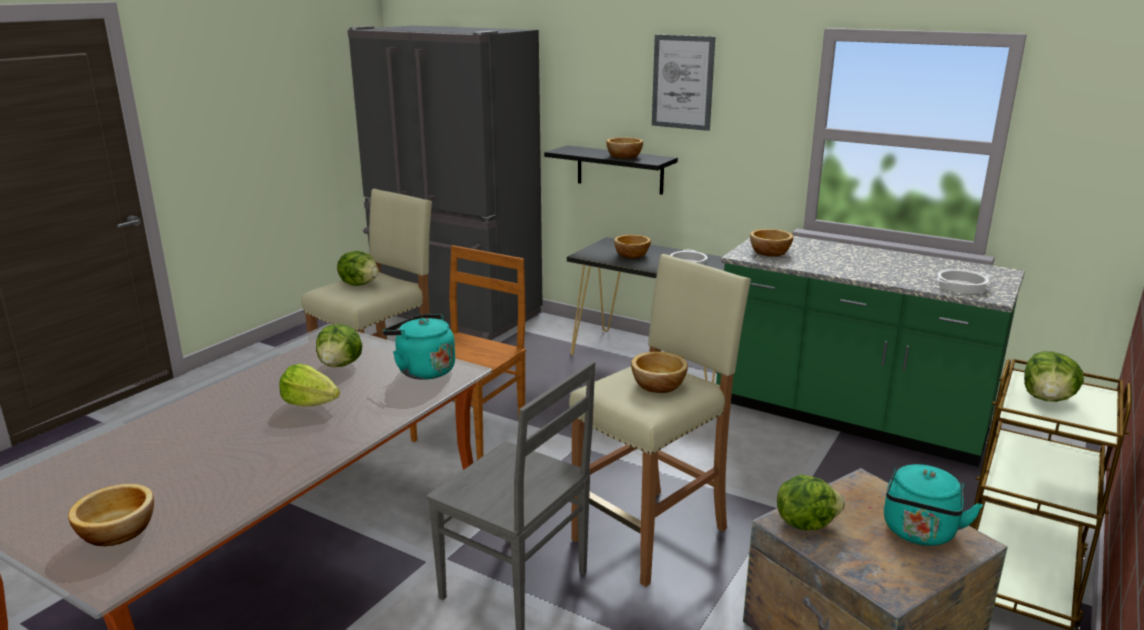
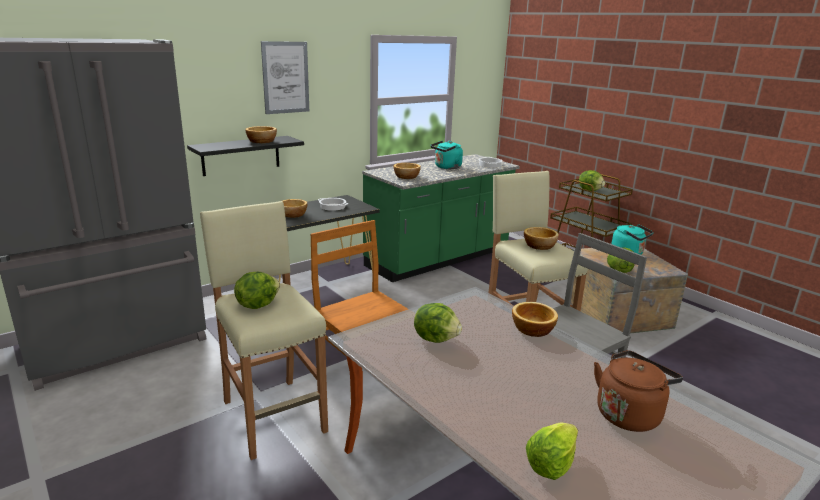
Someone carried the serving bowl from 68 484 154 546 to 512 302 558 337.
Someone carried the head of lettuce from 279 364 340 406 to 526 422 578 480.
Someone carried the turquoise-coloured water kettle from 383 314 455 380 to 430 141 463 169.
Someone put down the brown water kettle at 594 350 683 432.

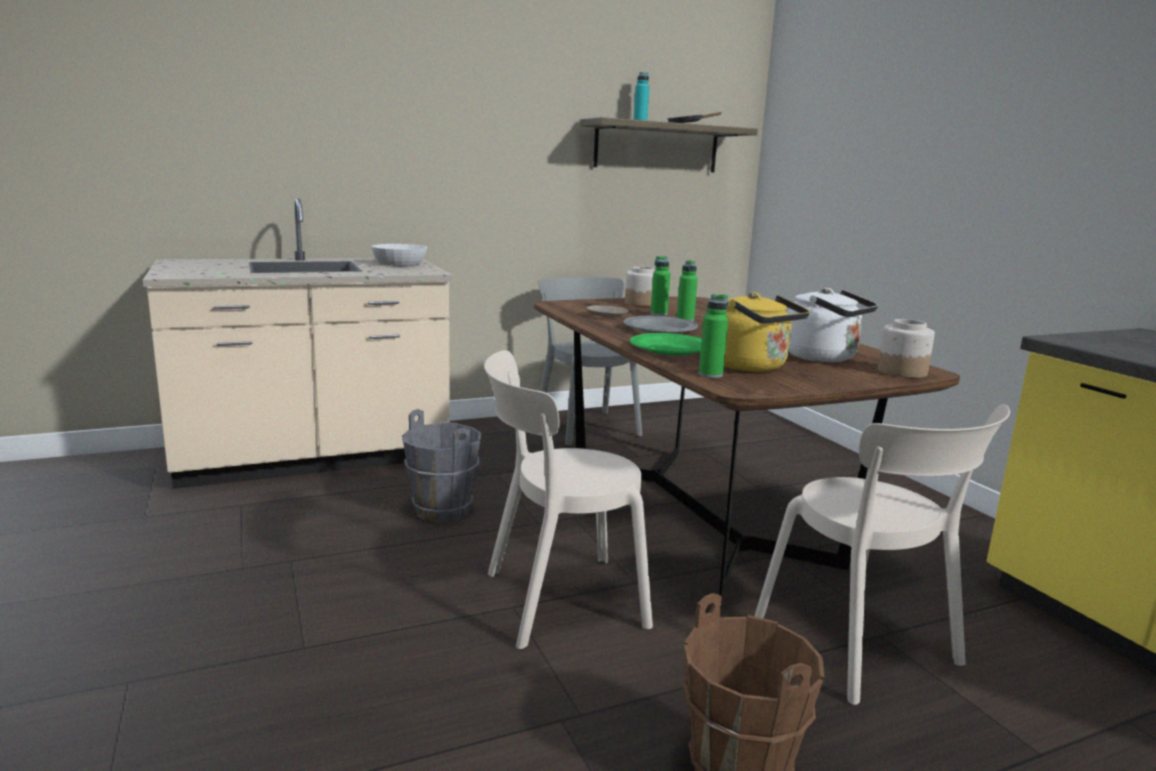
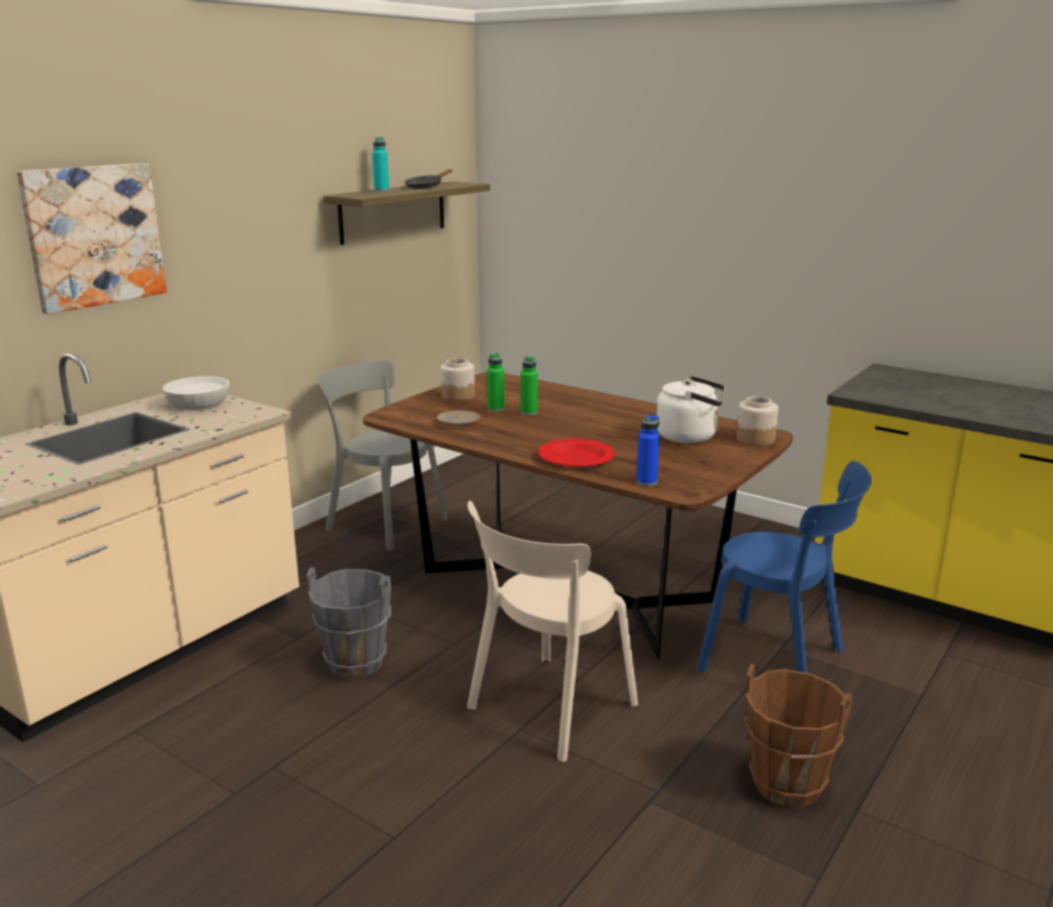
Someone took away the grey flat dish at 623 316 698 334.
Someone repainted the greenish flat dish at 630 333 702 355, which became the red flat dish at 538 438 615 467.
Someone repainted the greenish drink bottle at 699 294 729 378, which became the bluish drink bottle at 636 415 660 486.
Someone took away the yellow water kettle at 724 292 810 372.
Someone repainted the beige chair at 754 404 1010 705, which became the bluish chair at 697 461 871 673.
Someone put up the wall picture at 17 163 167 314.

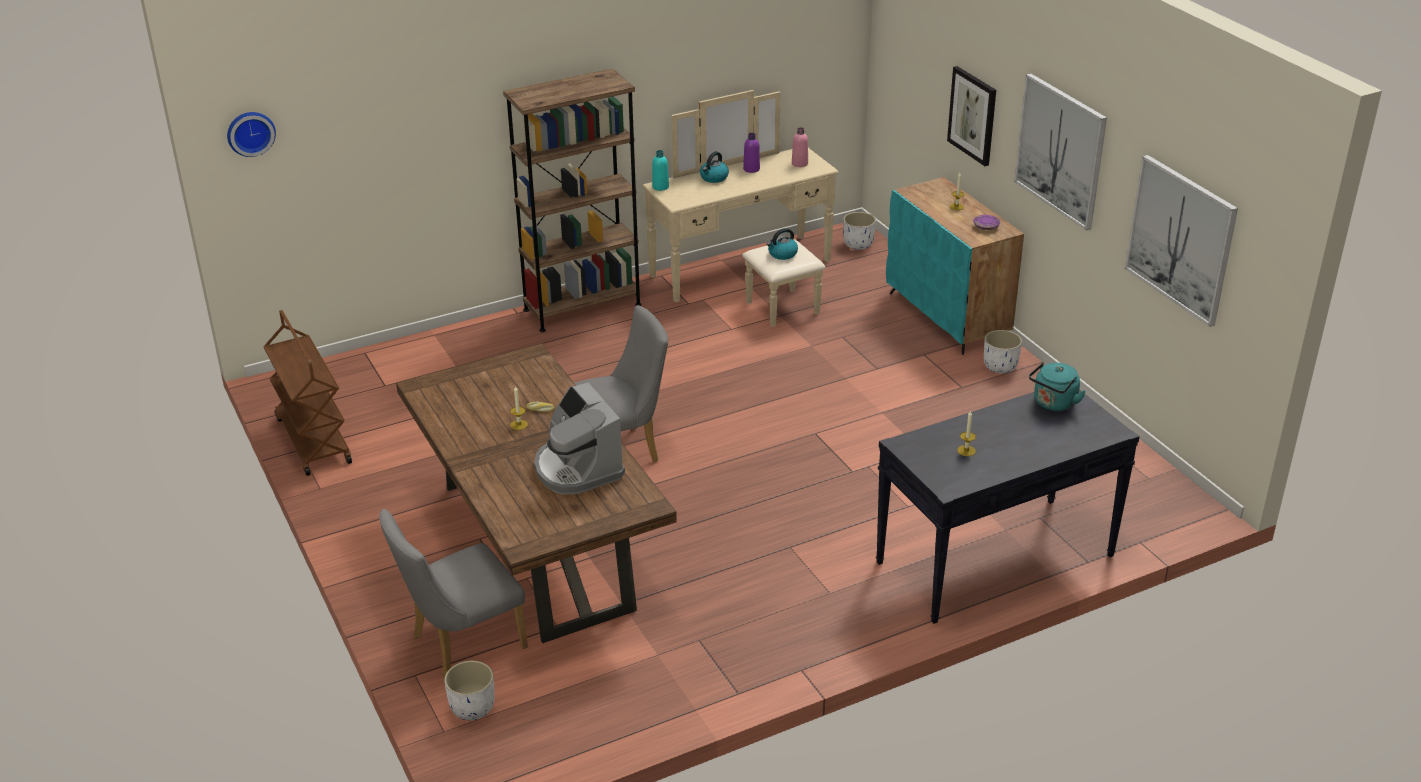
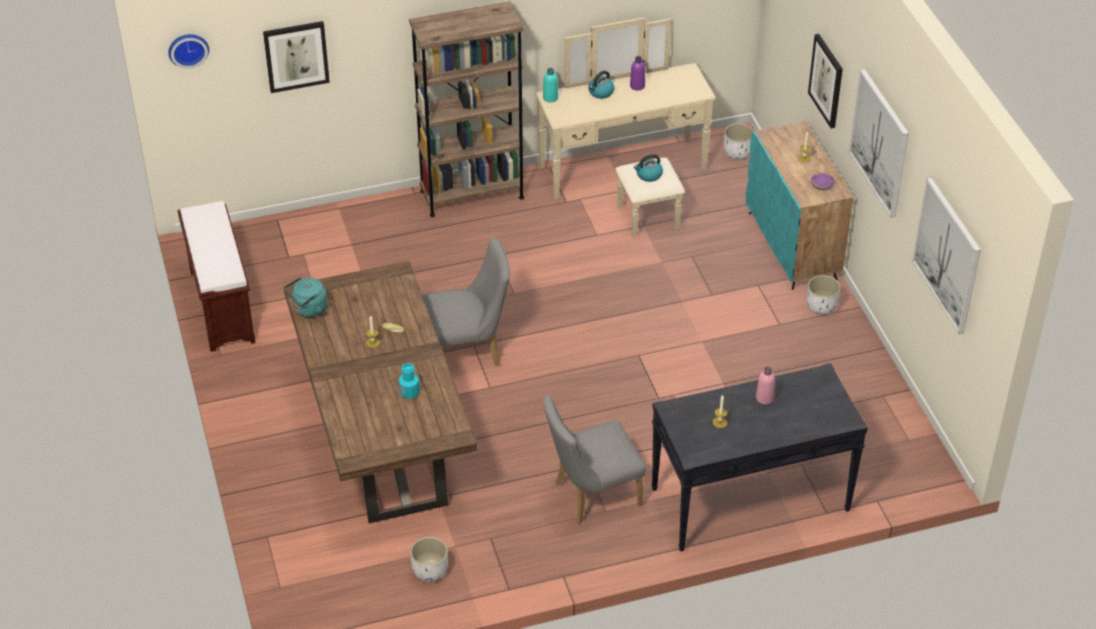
Someone swapped the brown wheeled cart at 263 310 352 476 for the brown bench at 178 201 255 352.
Someone carried the grey chair from 379 509 528 678 to 544 395 646 524.
Someone carried the white flower pot from 444 661 495 720 to 410 537 448 582.
Someone swapped the coffee brewer at 534 383 625 495 for the turquoise-coloured drink bottle at 399 363 420 398.
Someone carried the pink-coloured drink bottle from 792 127 808 167 to 756 366 775 405.
Someone carried the turquoise-coloured water kettle from 1029 362 1086 411 to 284 277 327 317.
Someone put up the wall picture at 263 21 330 93.

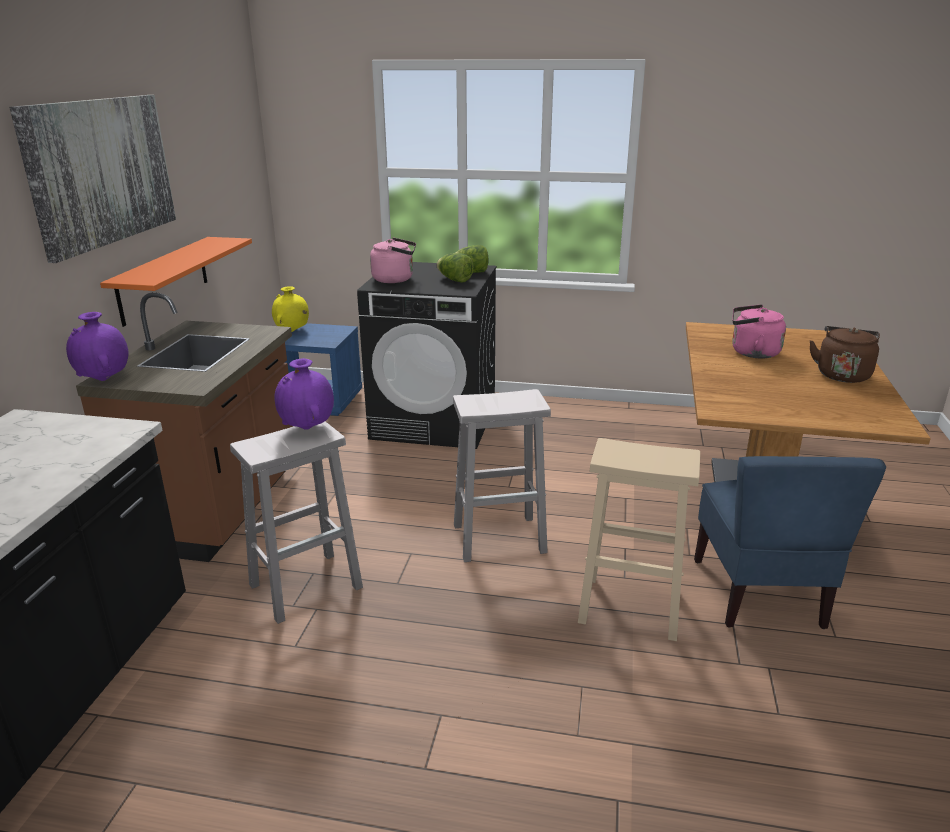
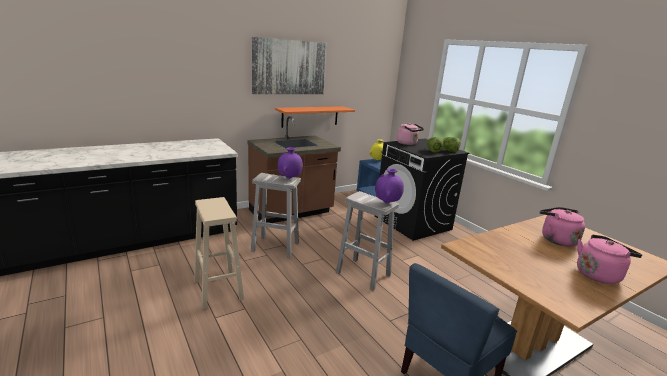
Someone carried the purple-coloured flower vase from 66 312 128 381 to 375 168 404 203.
Someone carried the beige stool from 578 438 700 641 to 194 197 244 309.
Someone repainted the brown water kettle at 810 326 880 383, which became the pink-coloured water kettle at 577 235 642 284.

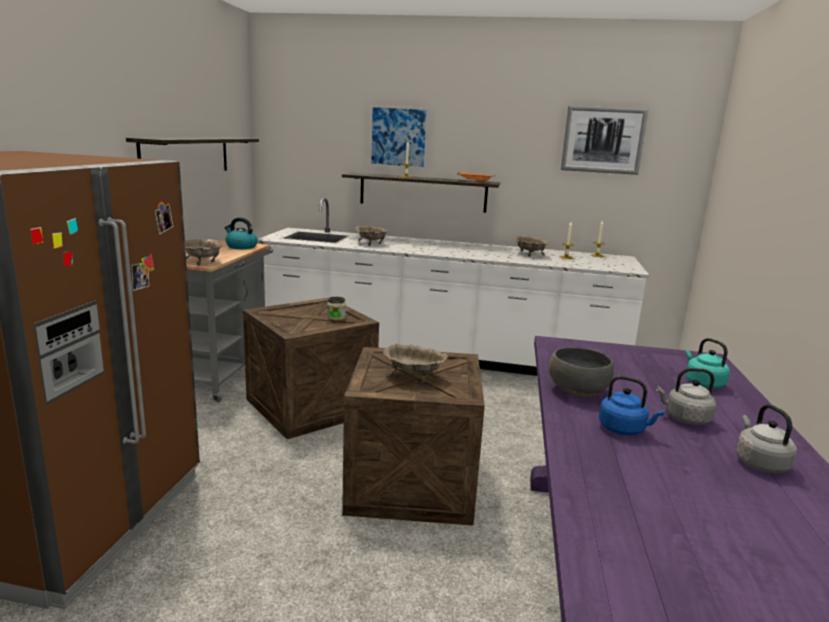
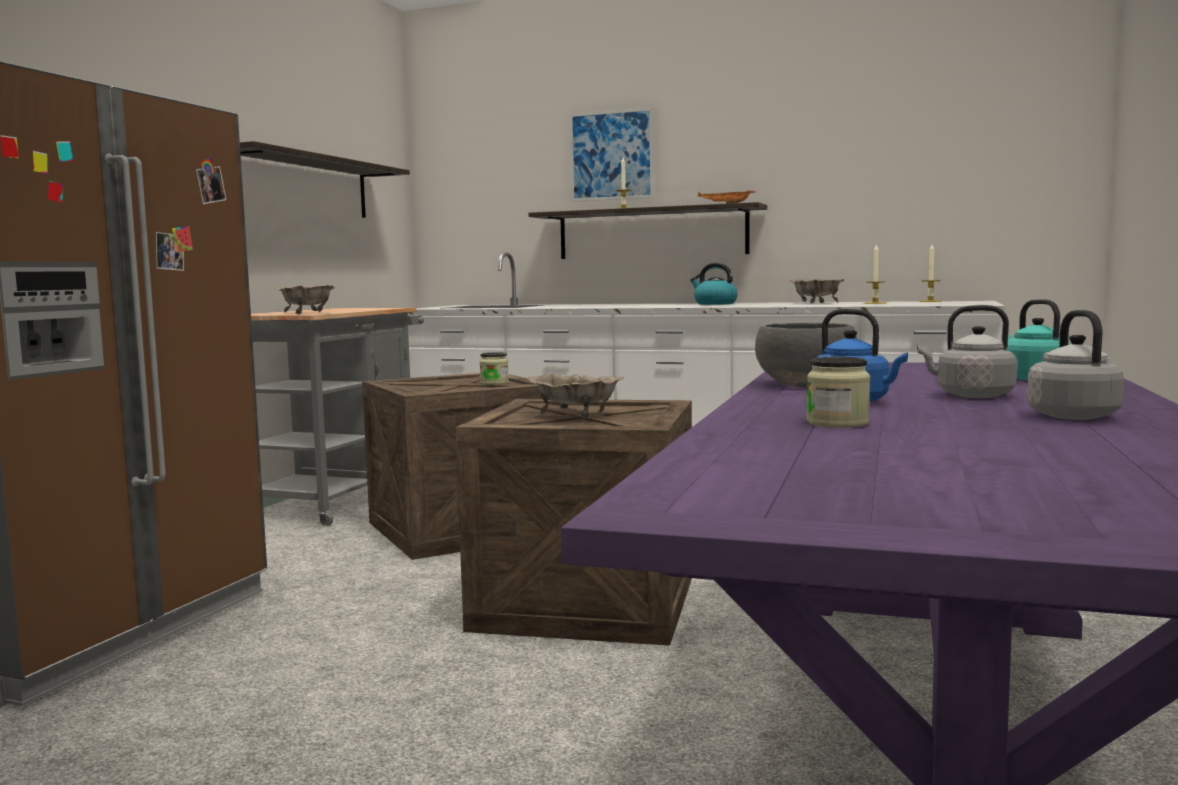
Someone carried the water kettle from 225 217 258 249 to 690 263 738 305.
Someone took away the beige serving bowl at 356 226 389 246.
Someone took away the wall picture at 561 106 648 175.
Someone put down the preserve jar at 807 357 870 428.

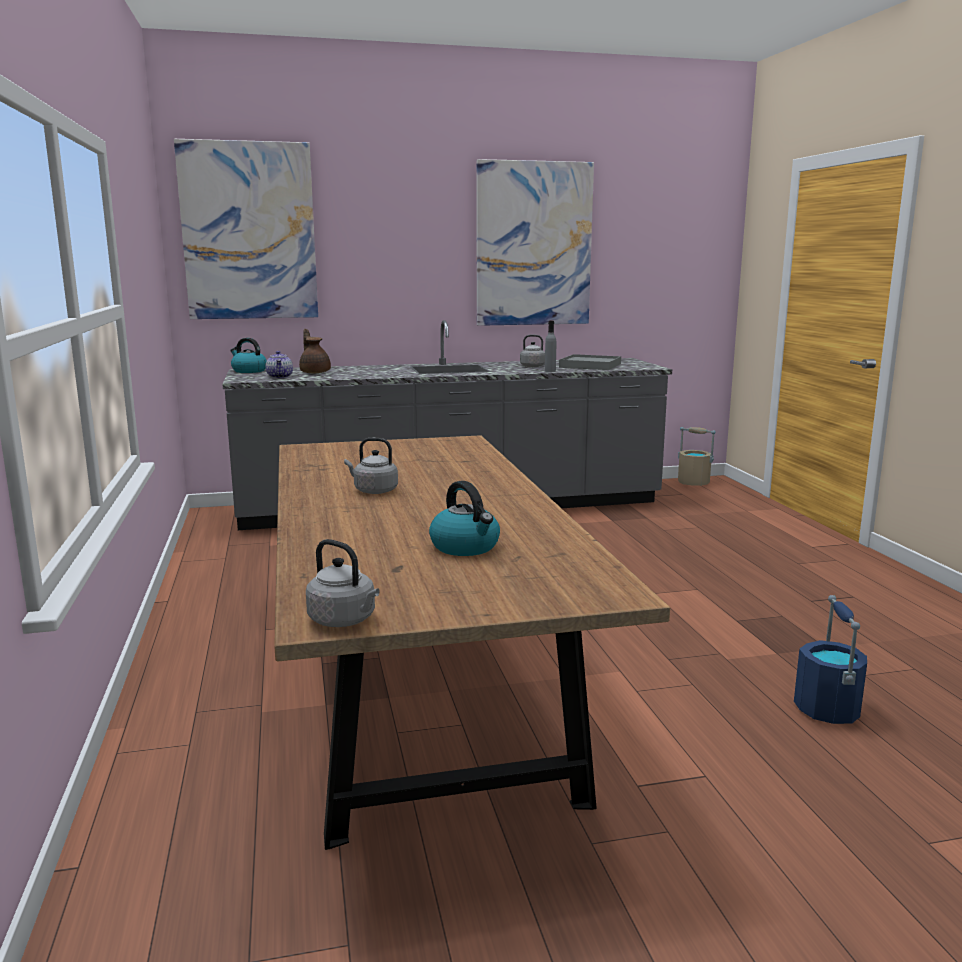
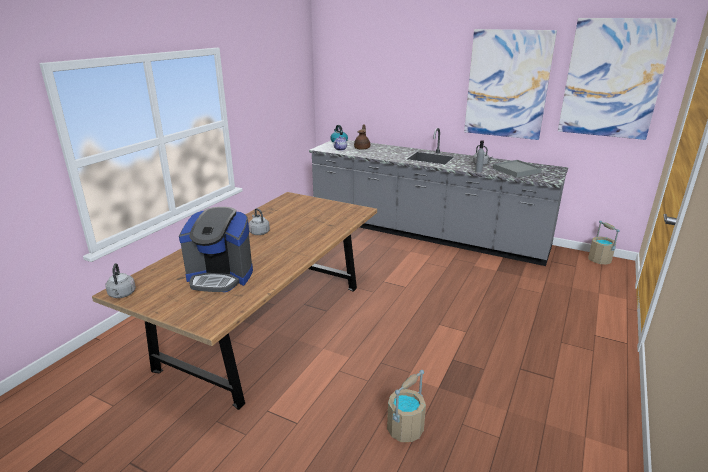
Someone carried the wall picture from 174 139 318 319 to 558 18 677 140.
Someone swapped the water kettle at 429 481 500 556 for the coffee brewer at 179 207 253 292.
Someone repainted the bluish water bucket at 794 595 867 724, which became the beige water bucket at 387 370 426 442.

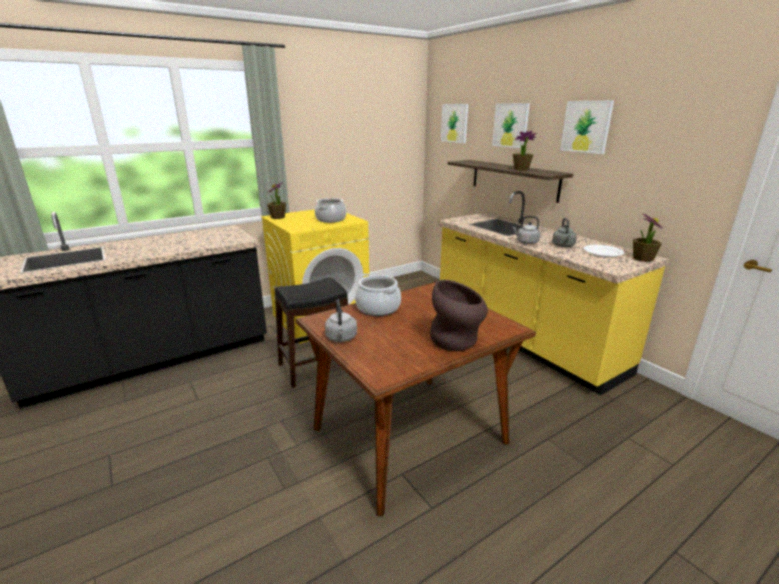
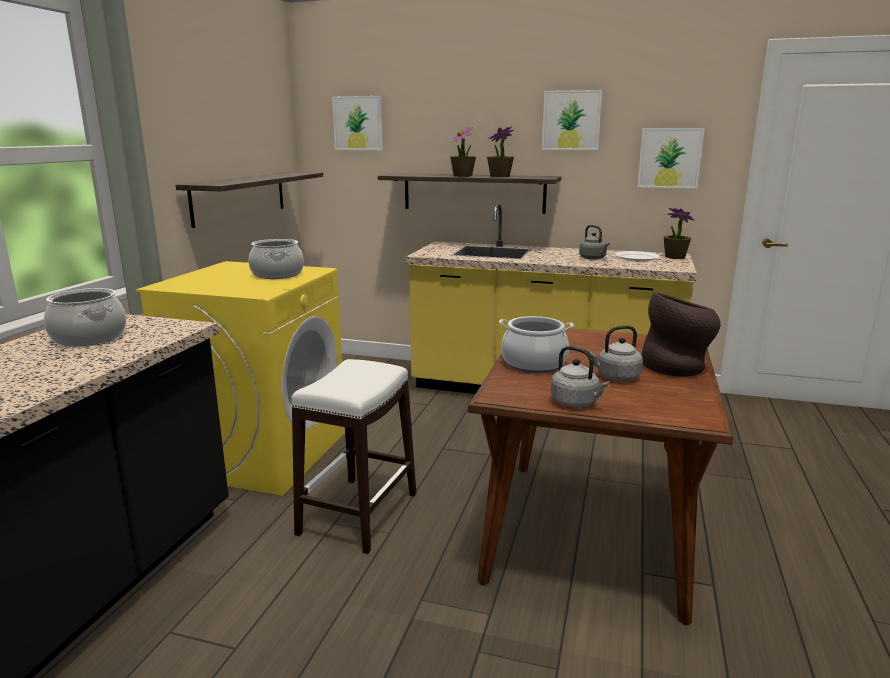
Someone carried the plant in a pot from 267 182 286 219 to 450 127 476 177.
Someone repainted the black-coloured stool at 274 277 348 388, which became the white stool at 291 359 417 554.
Someone carried the wall picture from 492 103 530 148 to 637 128 705 189.
Someone carried the grey water kettle from 512 216 540 244 to 588 325 643 381.
Someone put down the saucepot at 44 288 126 346.
Someone put up the wall shelf at 176 172 323 228.

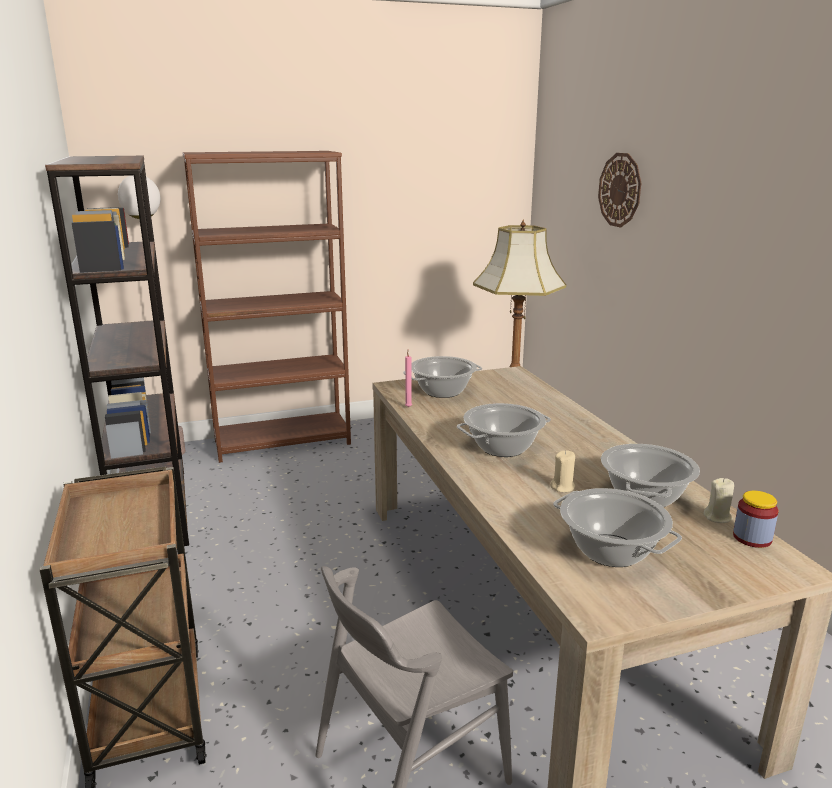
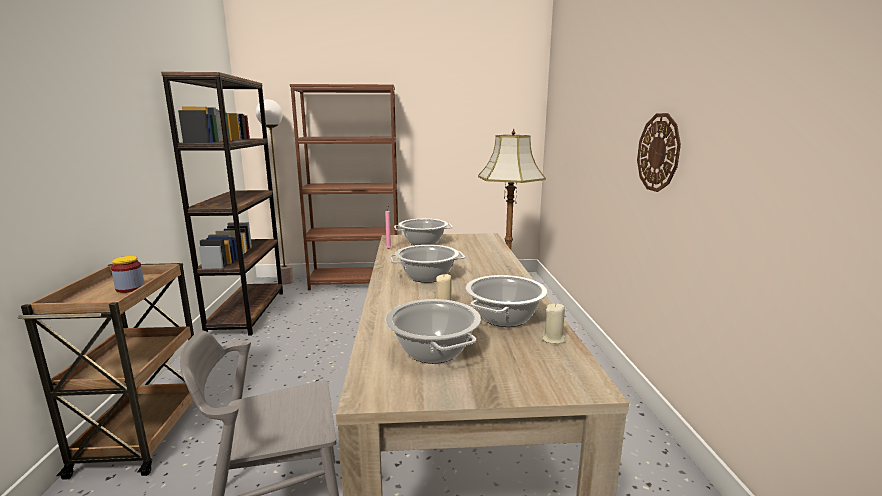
Someone carried the wall clock from 598 153 641 227 to 637 113 681 192.
Someone carried the preserve jar from 733 491 779 548 to 111 256 145 293.

